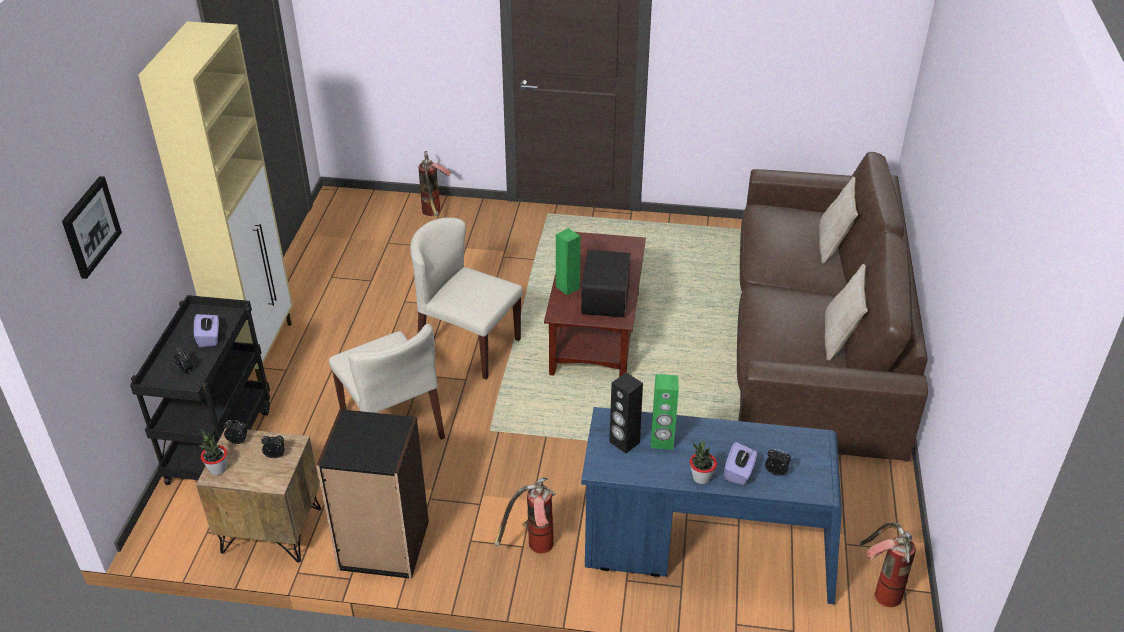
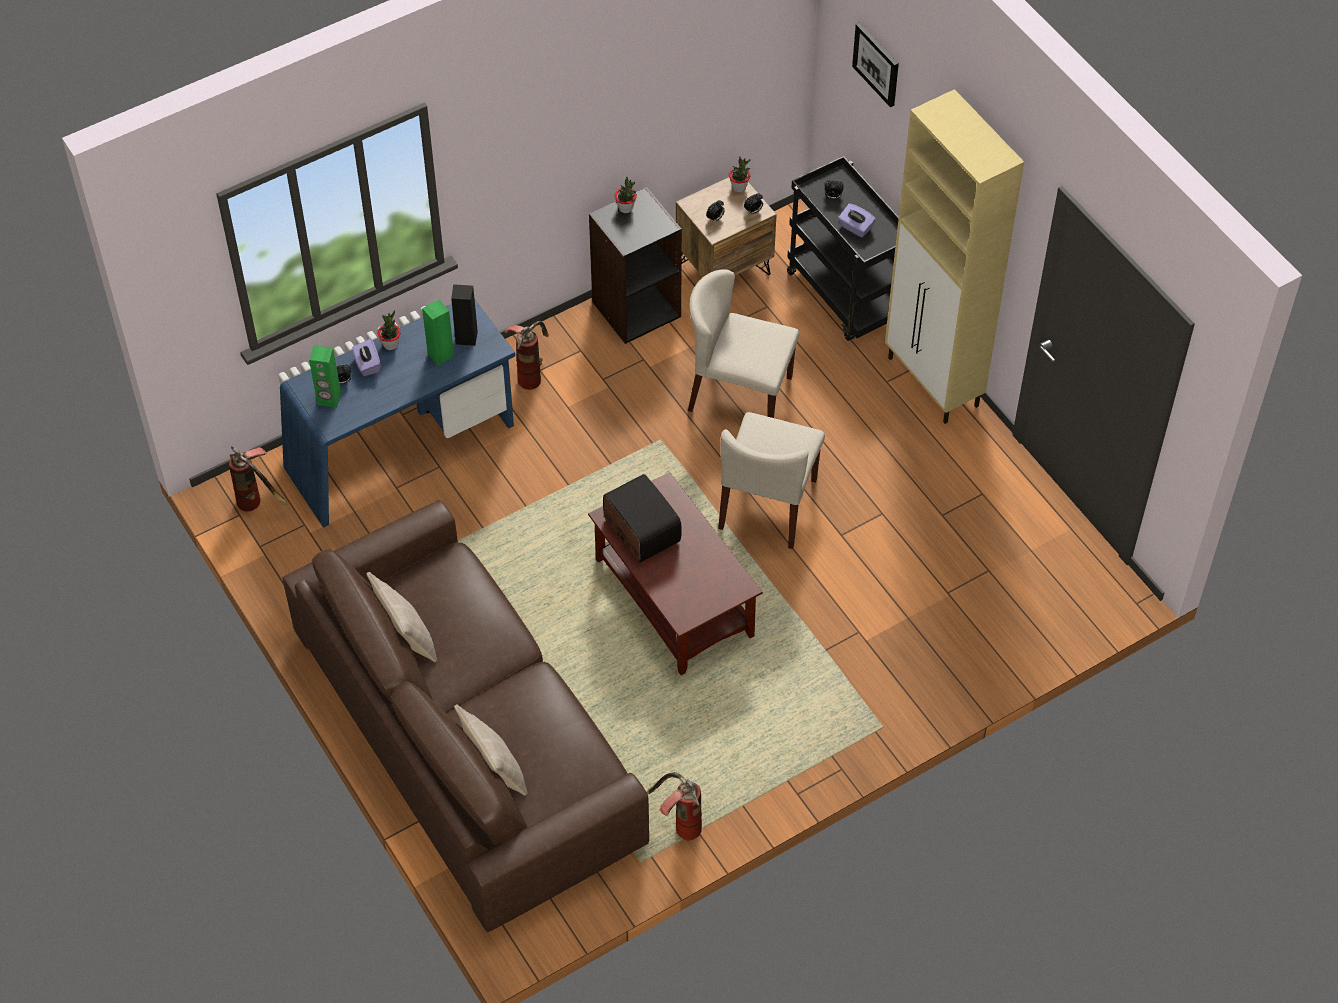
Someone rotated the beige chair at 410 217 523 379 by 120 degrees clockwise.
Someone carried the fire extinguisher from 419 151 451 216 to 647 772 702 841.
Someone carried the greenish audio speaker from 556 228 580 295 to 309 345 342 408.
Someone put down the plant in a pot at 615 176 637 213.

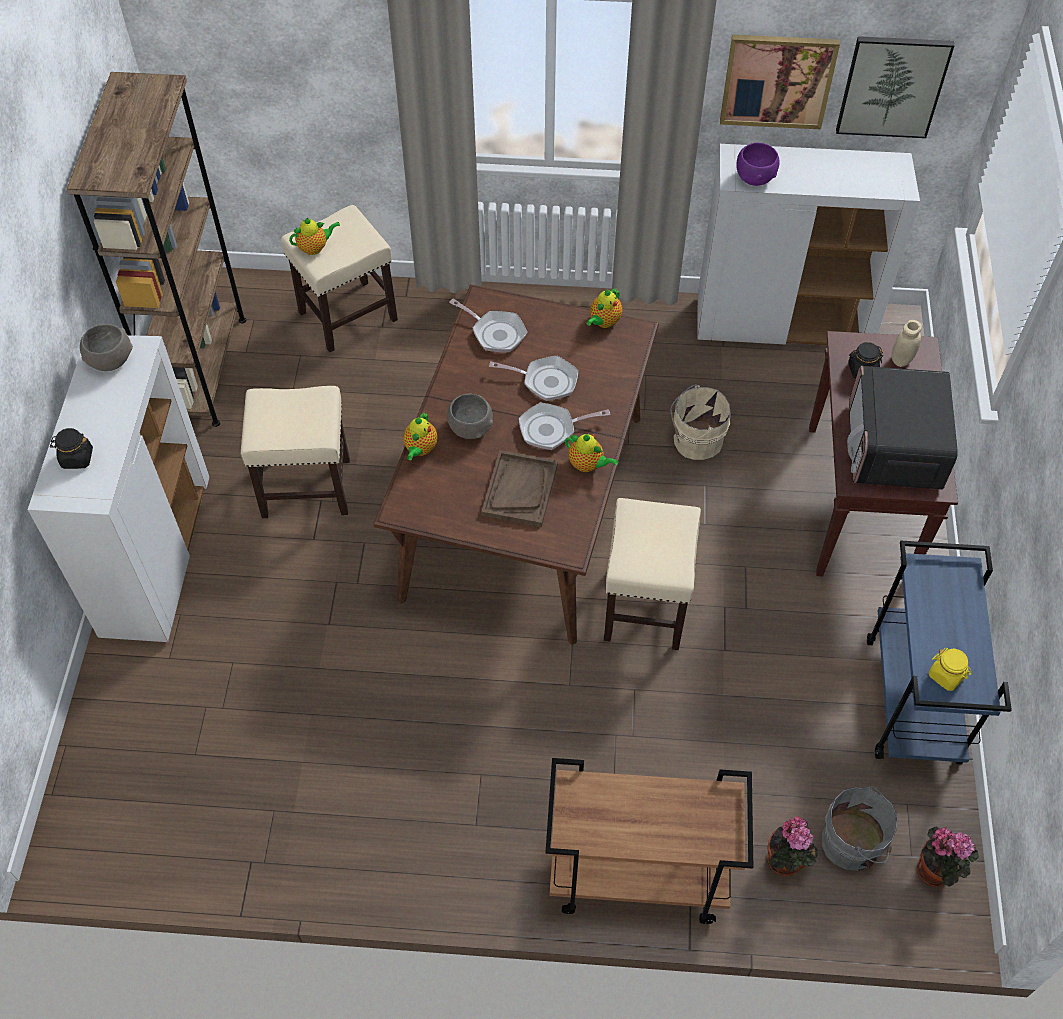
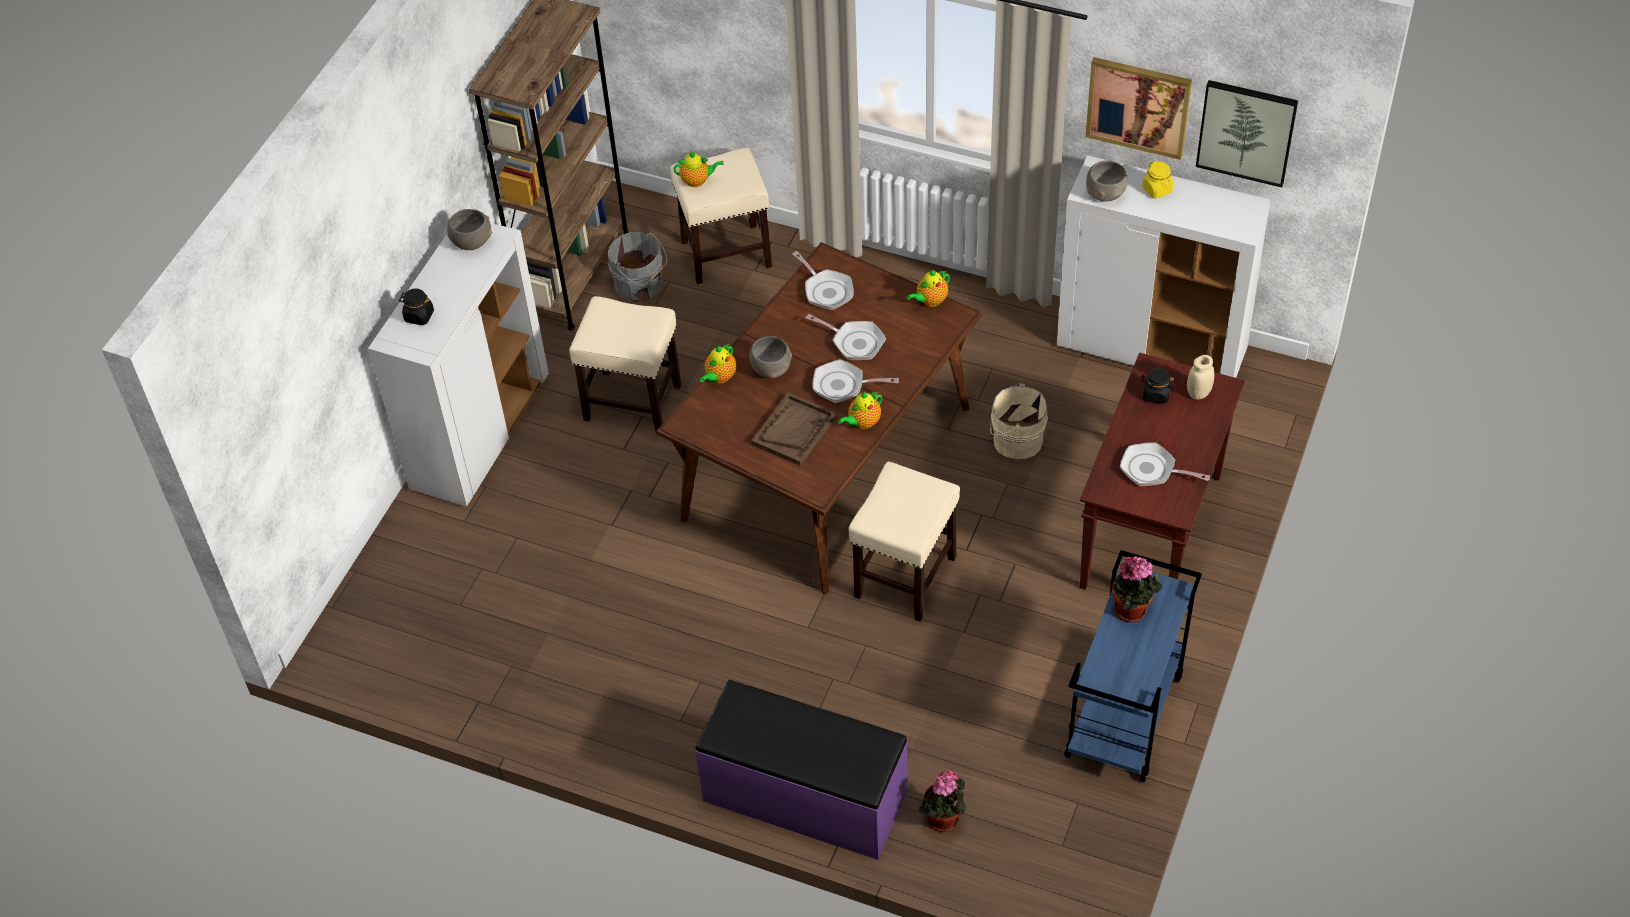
Someone swapped the brown wheeled cart at 545 758 753 924 for the purple-coloured bench at 695 680 908 860.
Someone rotated the tea pot at 565 434 619 472 by 90 degrees clockwise.
Someone repainted the purple-coloured serving bowl at 736 143 779 186, which became the grey serving bowl at 1086 160 1128 202.
Someone carried the grey water bucket from 822 786 897 871 to 608 232 667 302.
Someone swapped the microwave oven at 847 366 958 489 for the frying pan at 1120 442 1210 486.
Someone carried the plant in a pot from 917 827 979 887 to 1112 556 1162 622.
Someone carried the yellow preserve jar from 929 648 972 691 to 1142 161 1174 199.

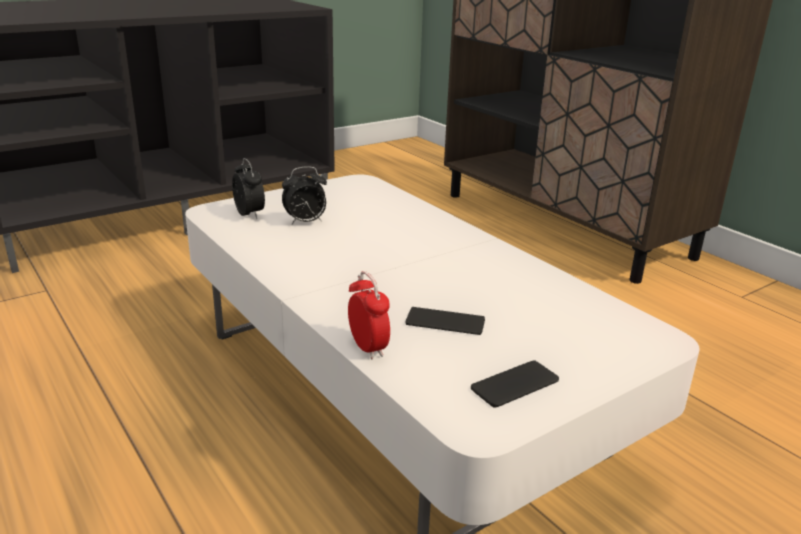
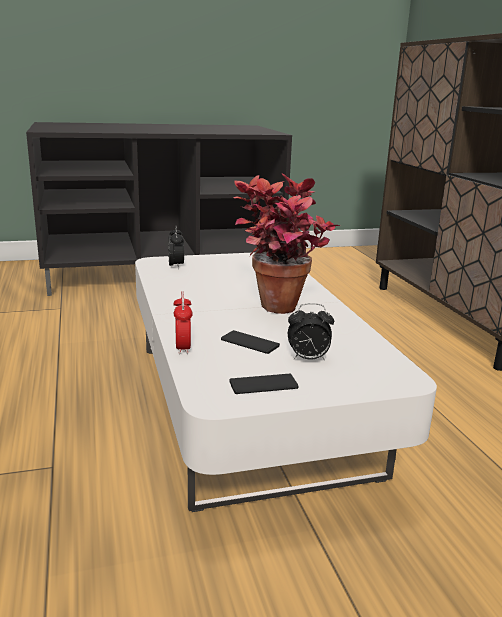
Someone carried the bedside clock from 282 166 327 224 to 288 303 334 360.
Someone put down the plant in a pot at 233 173 341 314.

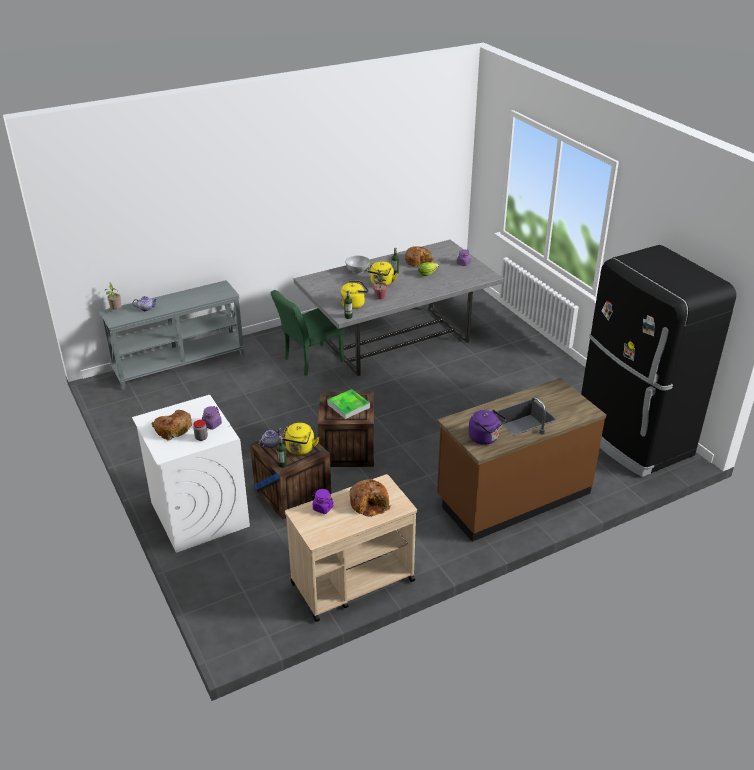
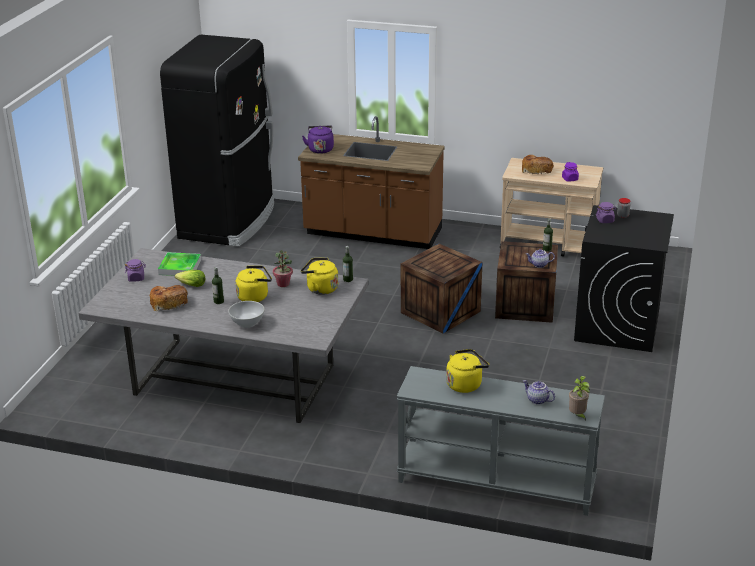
Someone repainted the white laundry appliance at 132 395 250 553, which became the black-coloured laundry appliance at 574 205 674 352.
Someone took away the baked bread at 151 410 192 440.
Someone took away the greenish chair at 271 290 345 376.
Someone carried the yellow water kettle from 282 423 319 455 to 446 349 489 393.
Someone carried the carrying tray from 327 389 370 419 to 158 252 201 276.
Someone carried the purple-coloured water kettle from 468 410 506 445 to 302 126 334 154.

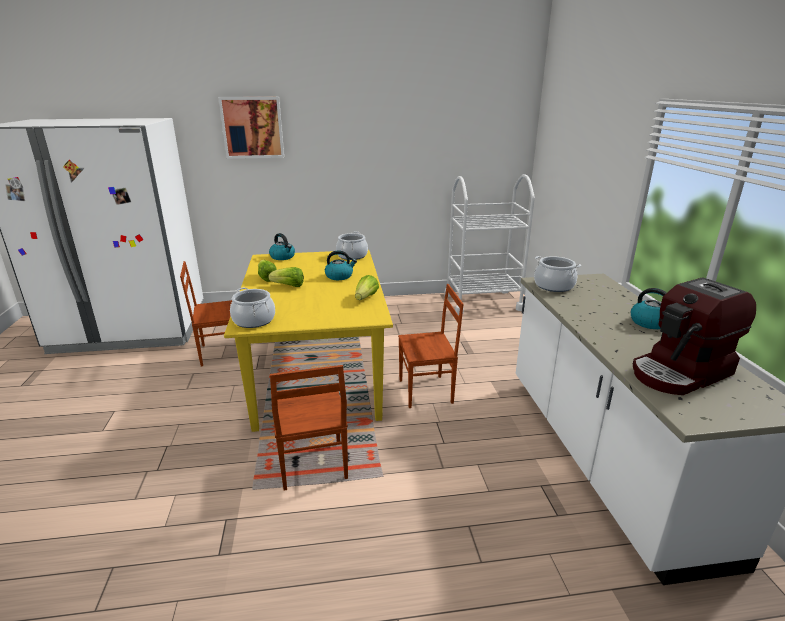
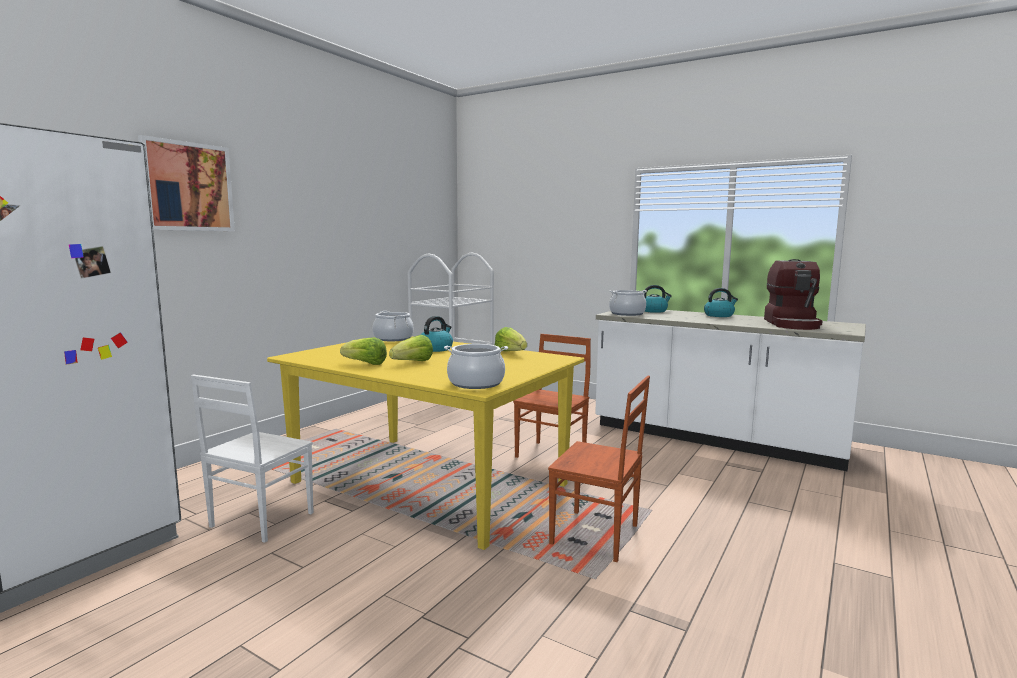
Someone repainted the brown chair at 180 261 232 366, which became the white chair at 191 374 313 543.
Someone carried the water kettle from 269 233 295 260 to 644 285 672 313.

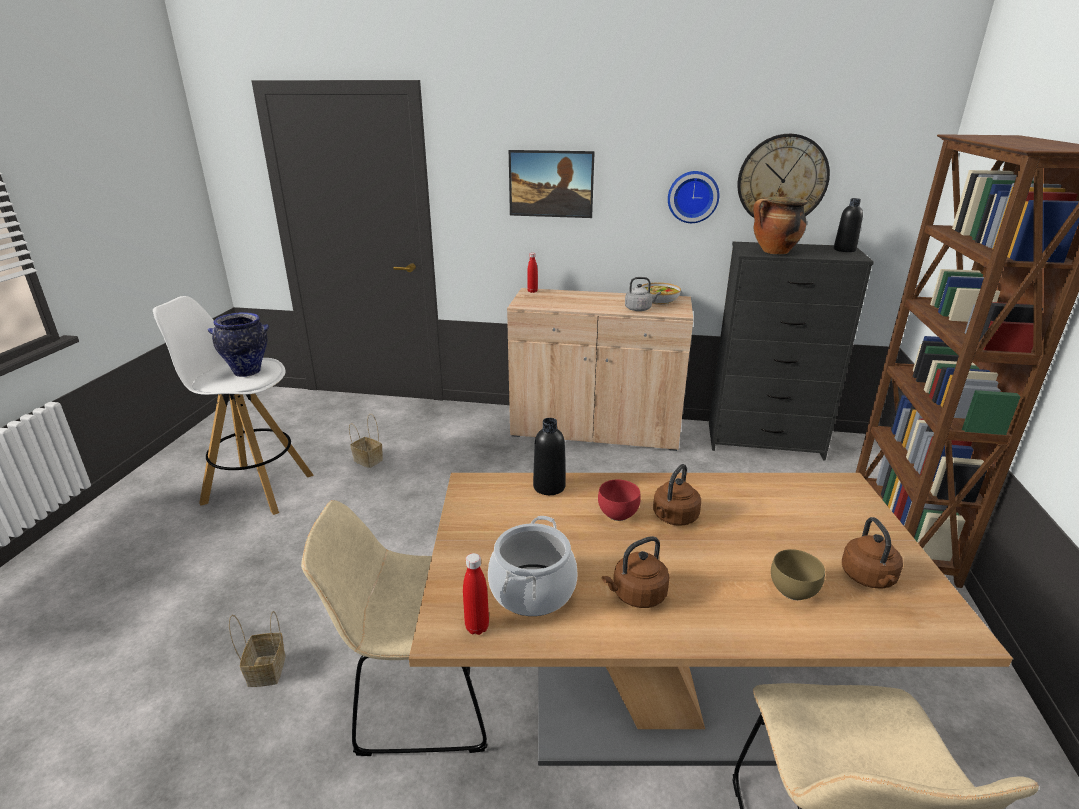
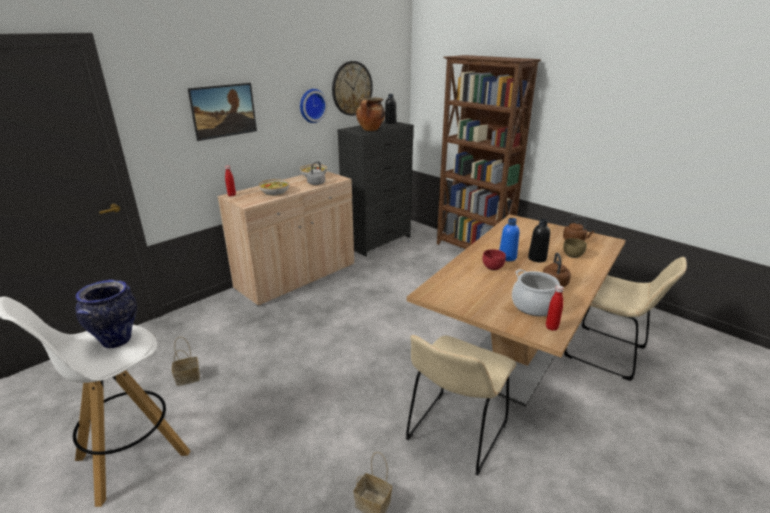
Someone carried the black-coloured drink bottle from 533 418 566 495 to 528 219 550 262.
Someone swapped the brown water kettle at 653 464 701 526 for the bluish drink bottle at 499 218 519 261.
Someone put down the serving bowl at 259 179 289 196.

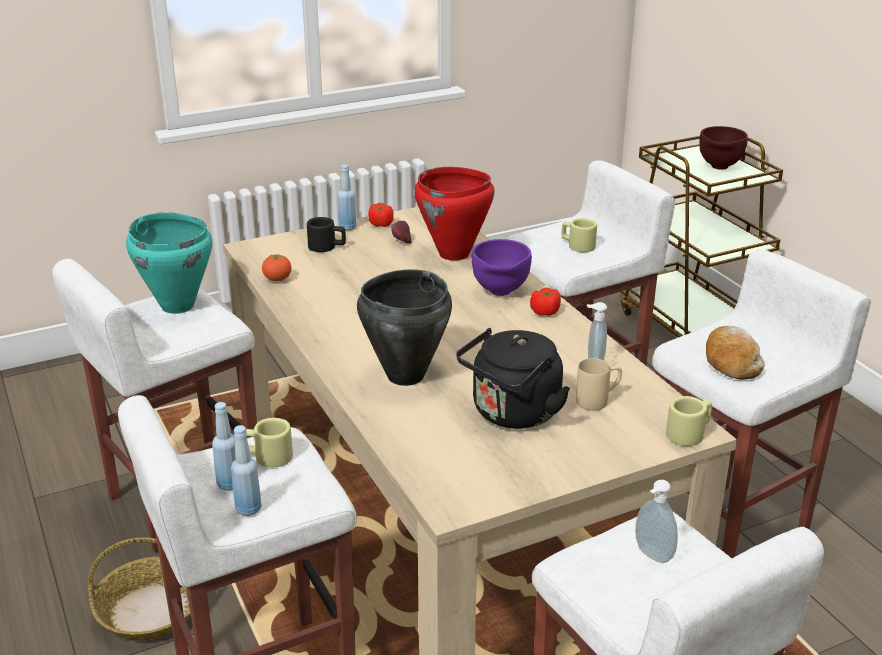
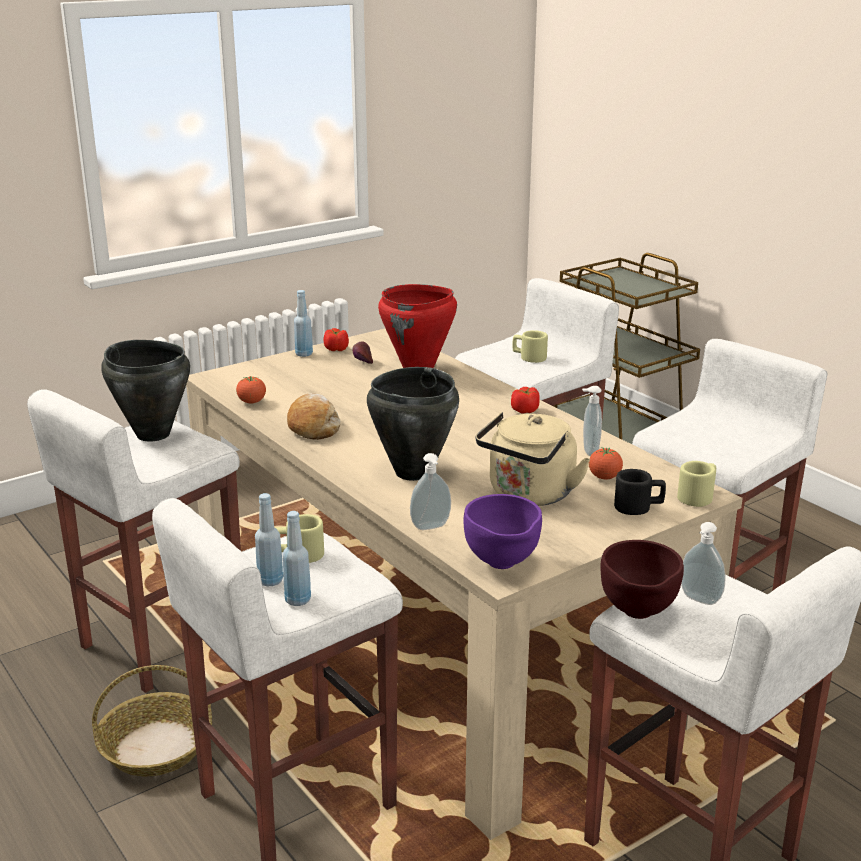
Someone repainted the turquoise-coloured saucepot at 126 212 212 314, which became the black-coloured saucepot at 101 340 190 441.
Someone carried the black-coloured tea mug from 307 217 346 252 to 614 469 666 515.
Someone repainted the black-coloured water kettle at 456 328 570 429, which became the beige water kettle at 476 412 590 506.
Someone carried the purple-coloured serving bowl from 472 239 532 296 to 463 494 542 569.
Someone swapped the beige tea mug at 576 358 622 411 for the whole tomato at 589 447 623 479.
Someone carried the brown serving bowl from 699 126 748 170 to 601 540 684 619.
Someone carried the baked bread from 706 326 765 380 to 287 393 341 440.
Someone put down the soap dispenser at 410 453 451 530.

